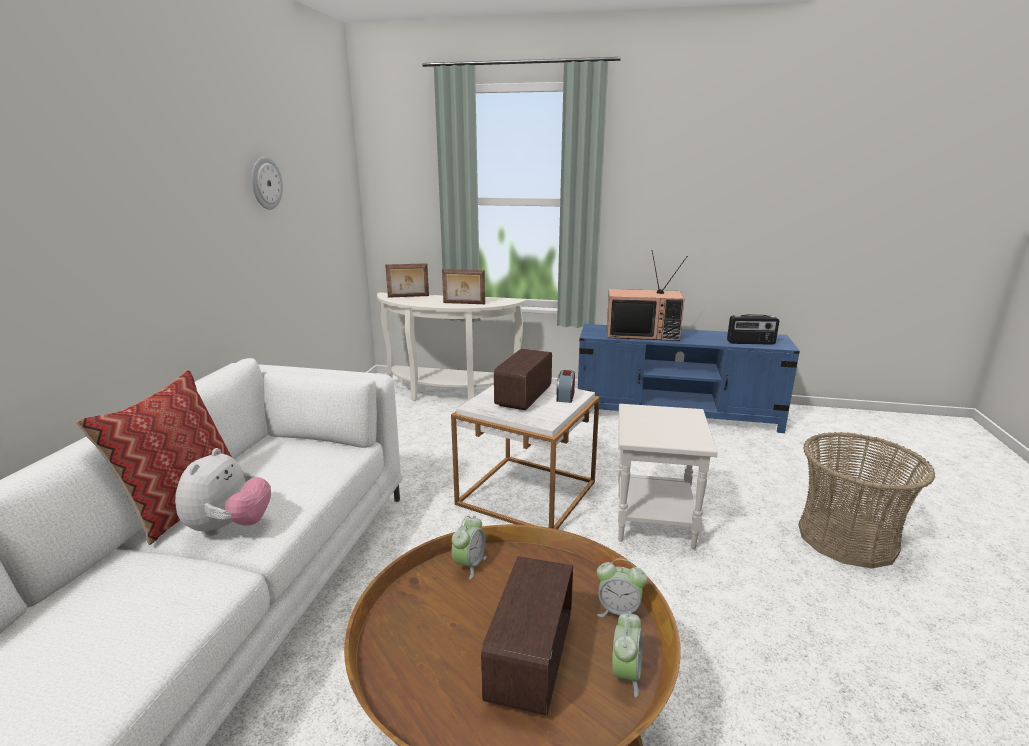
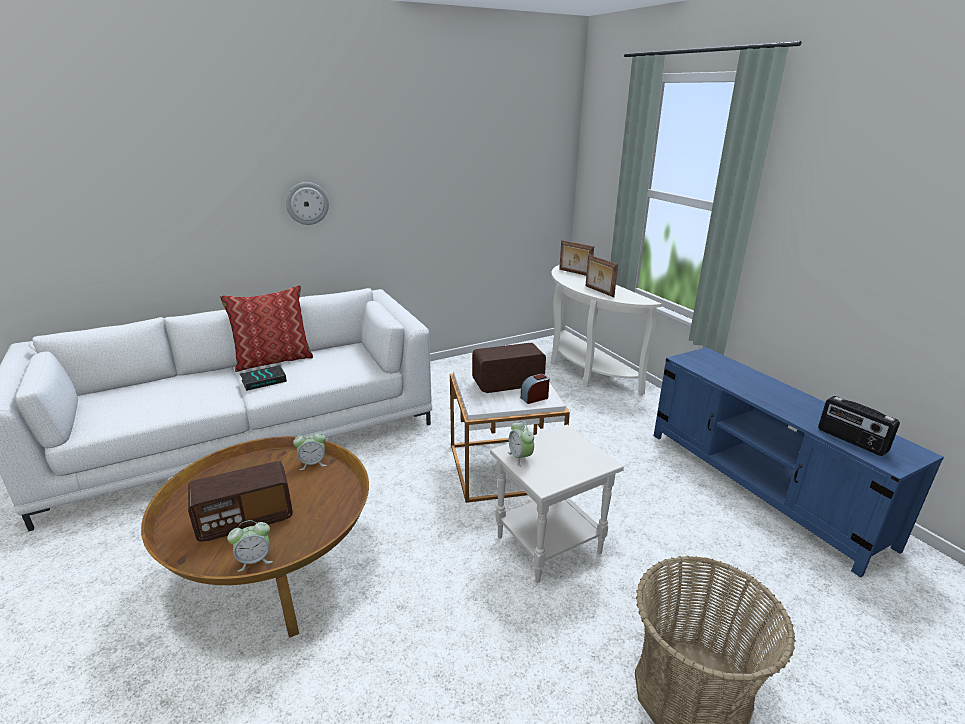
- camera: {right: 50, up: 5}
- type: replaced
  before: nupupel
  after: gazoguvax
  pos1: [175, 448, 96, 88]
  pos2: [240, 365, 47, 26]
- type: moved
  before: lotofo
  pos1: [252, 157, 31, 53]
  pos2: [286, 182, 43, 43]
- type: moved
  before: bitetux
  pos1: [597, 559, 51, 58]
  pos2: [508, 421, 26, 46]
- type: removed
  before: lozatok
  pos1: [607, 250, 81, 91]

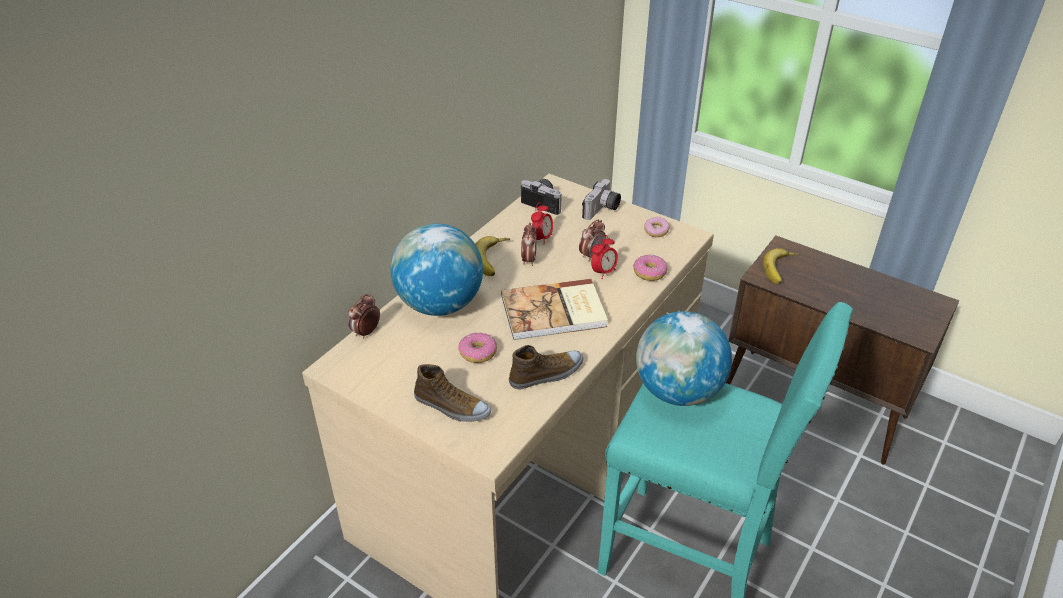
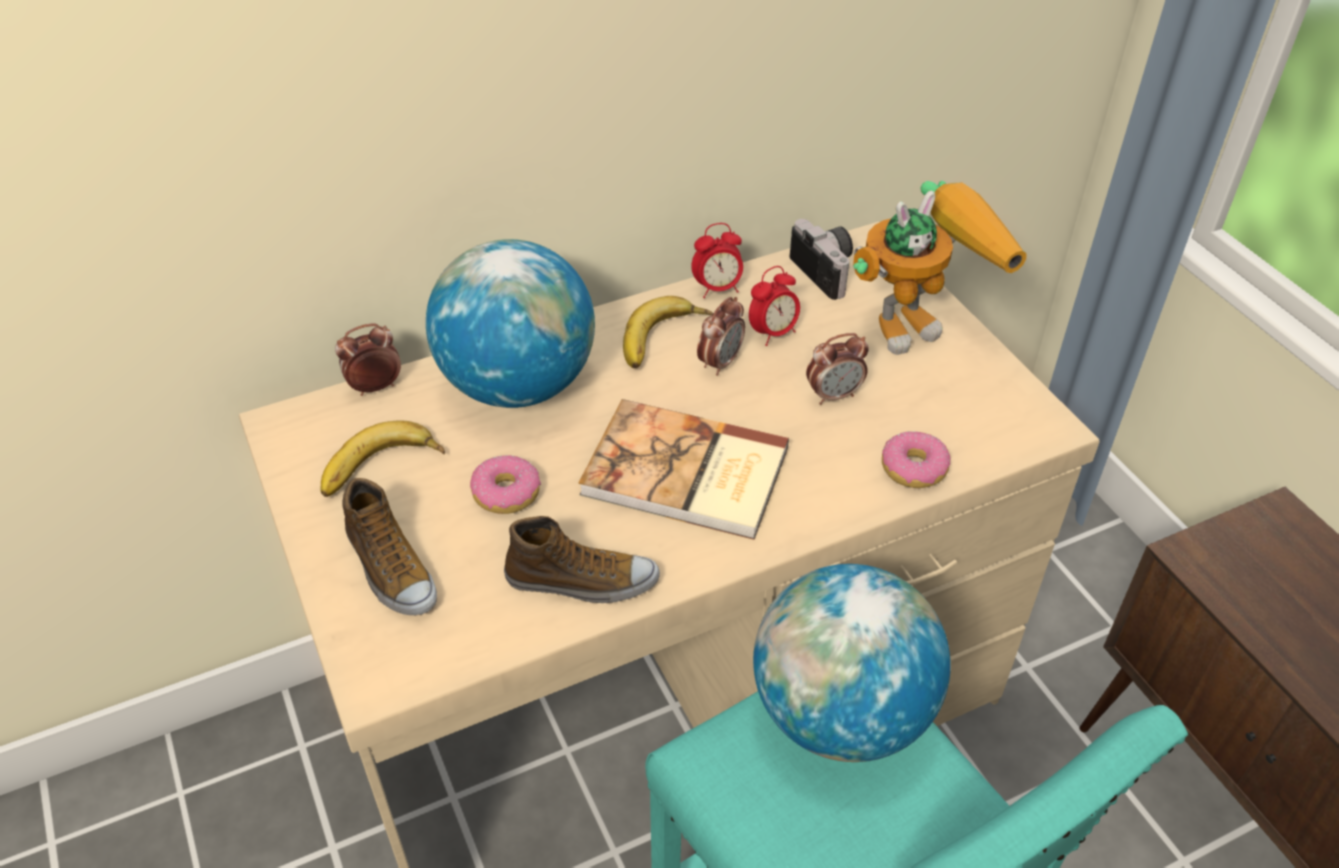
- camera: {right: 30, up: 5}
- type: moved
  before: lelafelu
  pos1: [763, 248, 36, 36]
  pos2: [321, 420, 124, 77]
- type: moved
  before: bitetux
  pos1: [591, 235, 27, 44]
  pos2: [691, 223, 52, 75]
- type: replaced
  before: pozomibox
  after: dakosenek
  pos1: [582, 179, 39, 41]
  pos2: [853, 181, 174, 174]
- type: removed
  before: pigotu
  pos1: [644, 217, 26, 20]

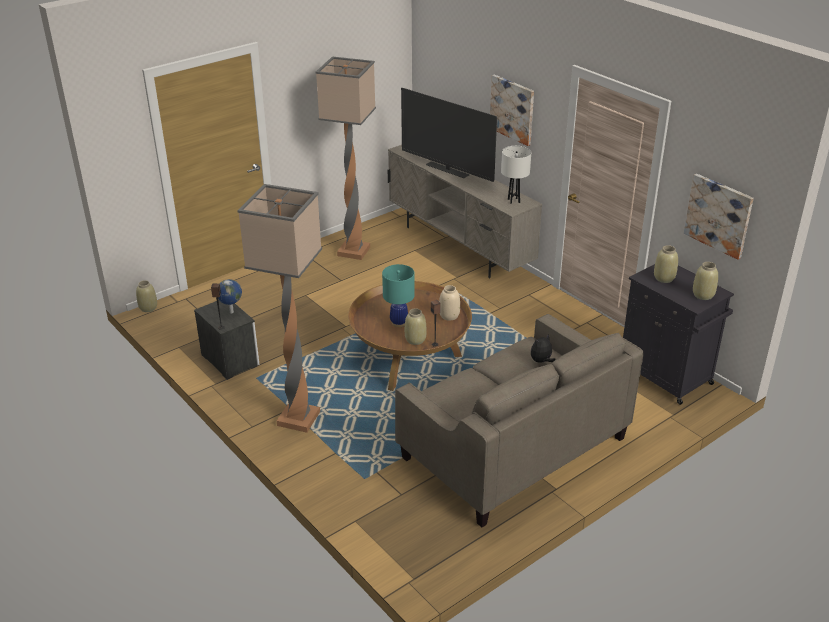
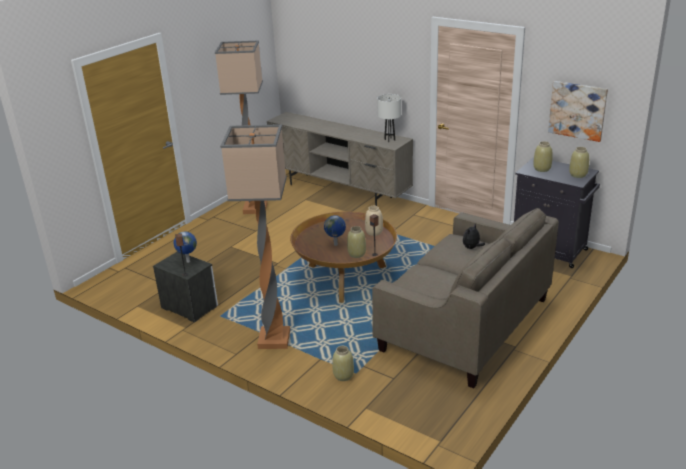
- camera: {right: -15, up: -5}
- type: replaced
  before: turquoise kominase
  after: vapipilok
  pos1: [382, 264, 33, 63]
  pos2: [324, 215, 22, 31]
- type: moved
  before: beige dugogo
  pos1: [136, 280, 21, 32]
  pos2: [332, 346, 22, 35]
- type: removed
  before: lozatok
  pos1: [401, 88, 96, 94]
- type: removed
  before: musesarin
  pos1: [490, 75, 44, 71]

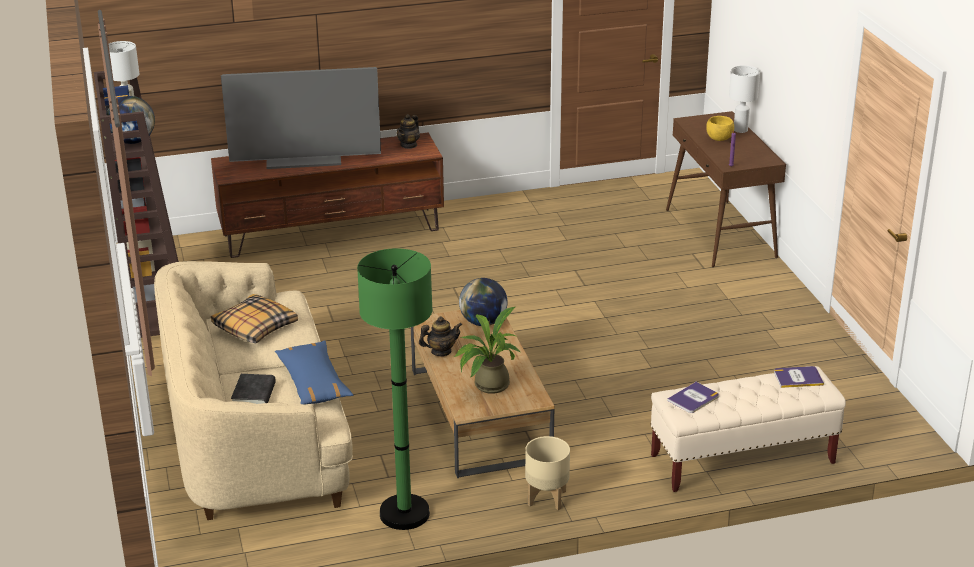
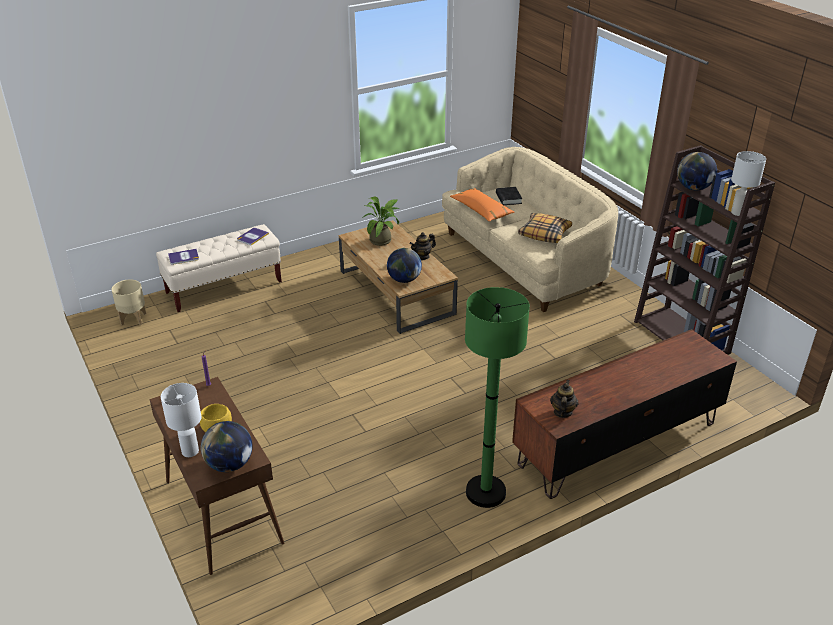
- camera: {right: 165, up: 5}
- type: moved
  before: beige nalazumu
  pos1: [525, 436, 45, 74]
  pos2: [111, 279, 35, 46]
- type: added
  after: vapipilok
  pos2: [201, 421, 52, 51]
- type: recoloured
  before: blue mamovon
  after: orange mamovon
  pos1: [275, 340, 79, 65]
  pos2: [450, 188, 65, 34]
- type: moved
  before: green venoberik
  pos1: [357, 248, 76, 282]
  pos2: [465, 287, 65, 221]
- type: removed
  before: lozatok
  pos1: [221, 67, 160, 102]

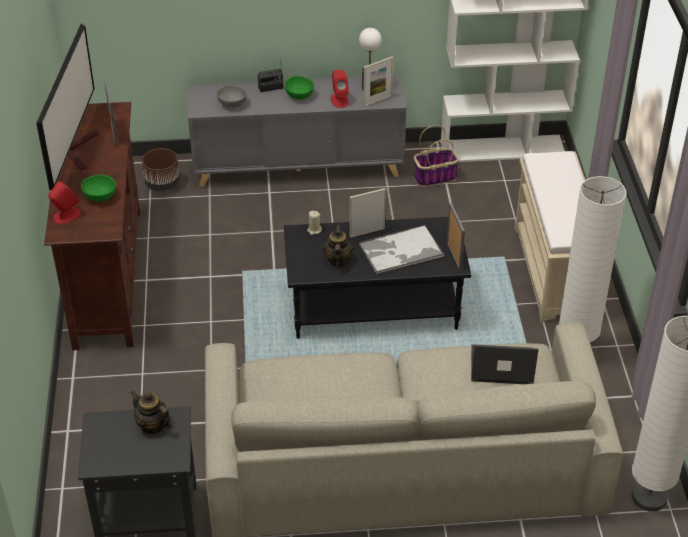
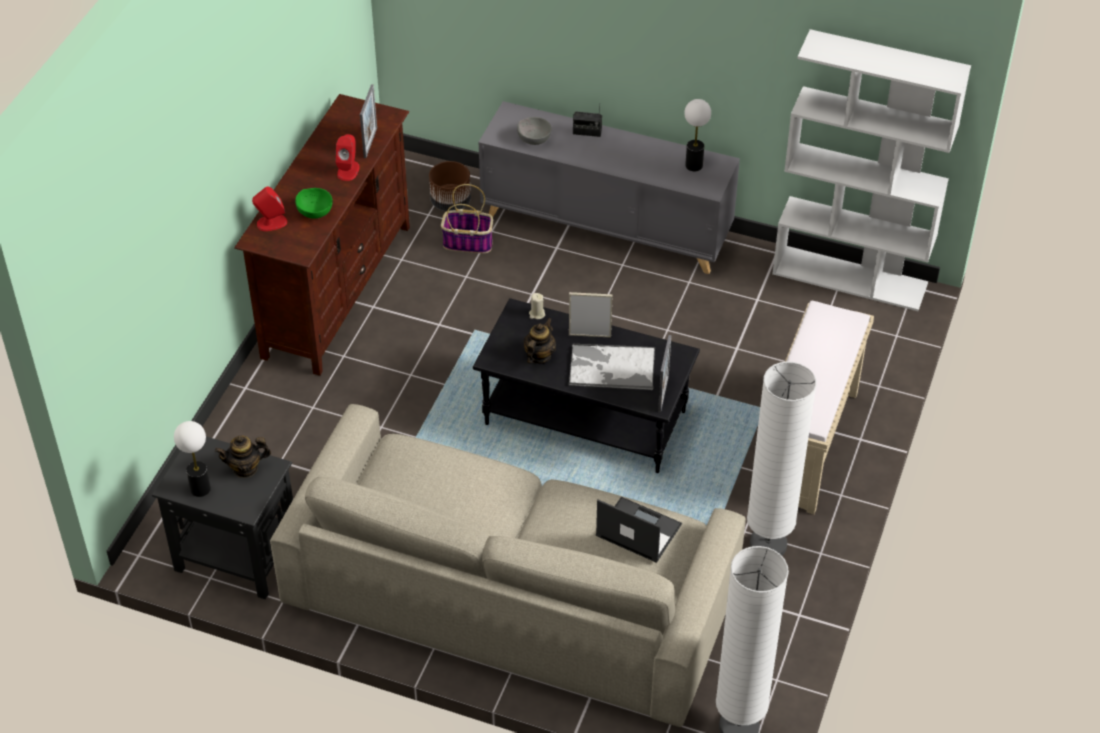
- camera: {right: 25, up: 5}
- type: added
  after: kominase
  pos2: [174, 421, 37, 76]
- type: turned
  before: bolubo
  pos1: [130, 391, 41, 44]
  pos2: [215, 436, 56, 42]
  turn: -75
- type: moved
  before: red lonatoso
  pos1: [331, 70, 18, 38]
  pos2: [336, 134, 24, 47]
- type: moved
  before: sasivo
  pos1: [414, 125, 45, 62]
  pos2: [441, 184, 52, 69]
- type: removed
  before: lozatok
  pos1: [36, 24, 62, 167]
- type: removed
  before: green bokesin
  pos1: [285, 76, 29, 24]
- type: removed
  before: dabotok
  pos1: [363, 57, 30, 50]

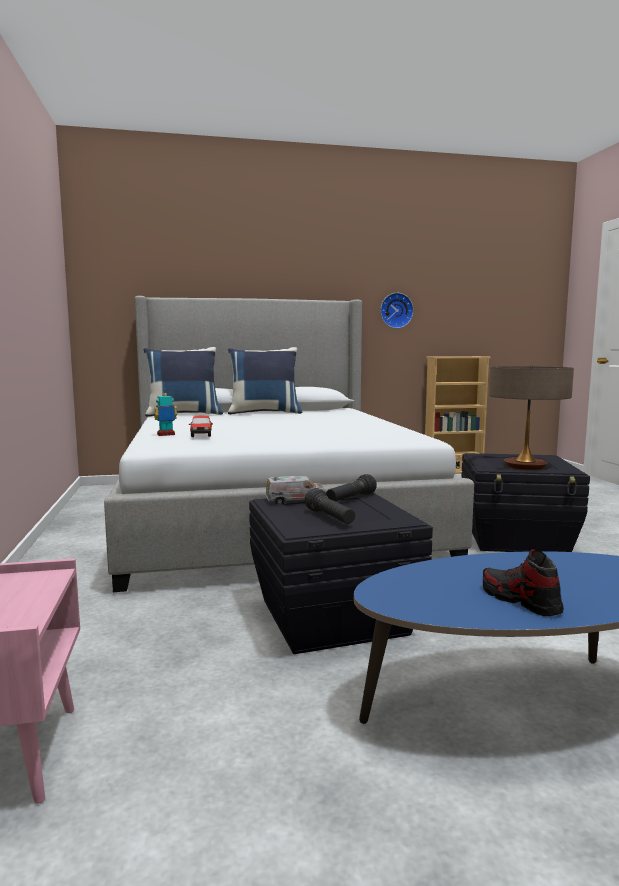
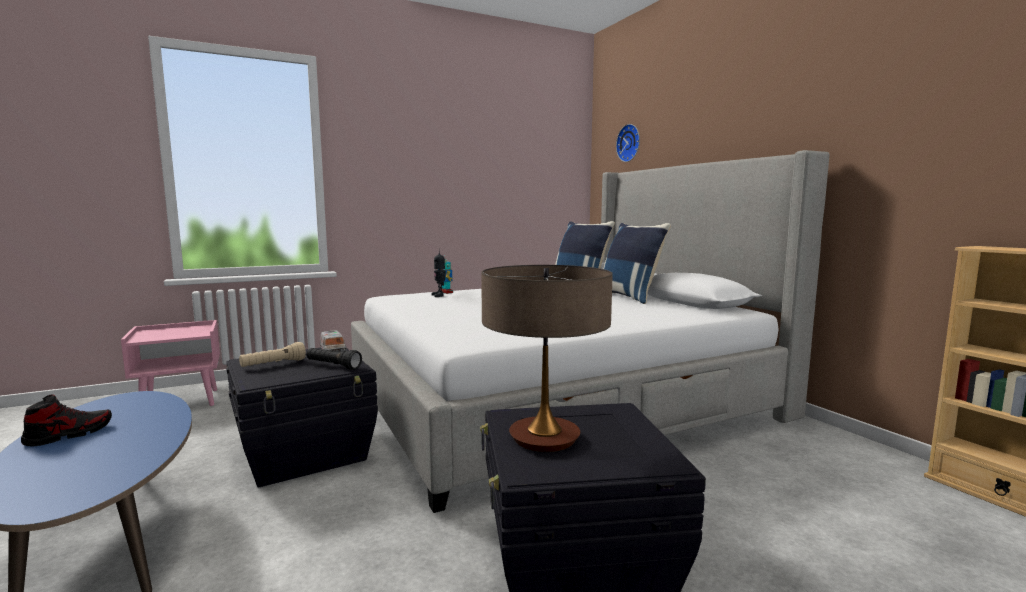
- camera: {right: 75, up: 0}
- type: recoloured
  before: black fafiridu
  after: beige fafiridu
  pos1: [305, 488, 50, 36]
  pos2: [239, 342, 67, 25]
- type: replaced
  before: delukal
  after: dakosenek
  pos1: [189, 415, 24, 22]
  pos2: [432, 253, 14, 44]
- type: moved
  before: lotofo
  pos1: [380, 293, 34, 35]
  pos2: [616, 124, 24, 38]

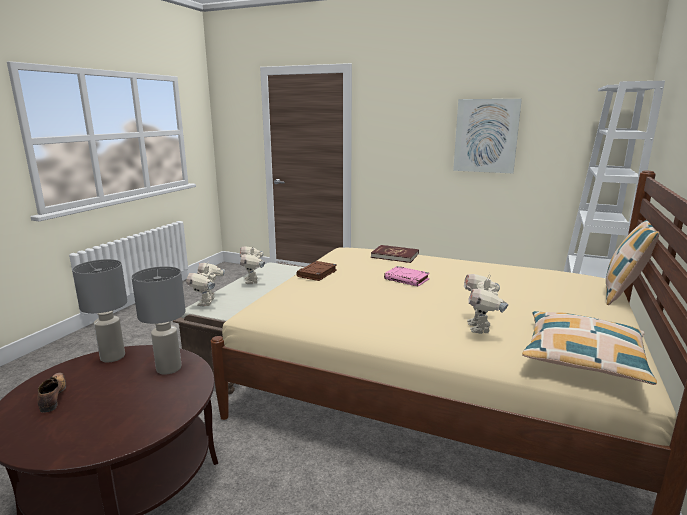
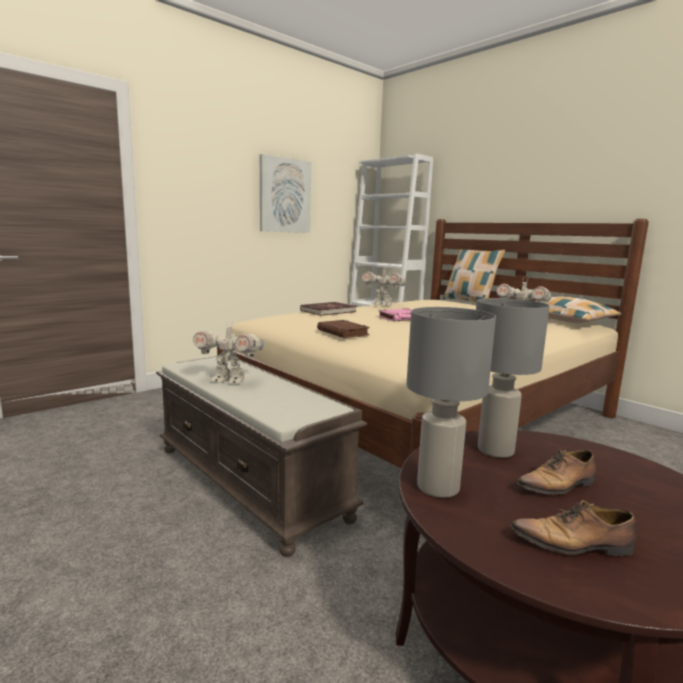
- camera: {right: -65, up: -5}
- type: moved
  before: dakosenek
  pos1: [186, 263, 39, 44]
  pos2: [362, 268, 44, 38]
- type: added
  after: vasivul
  pos2: [516, 449, 80, 46]

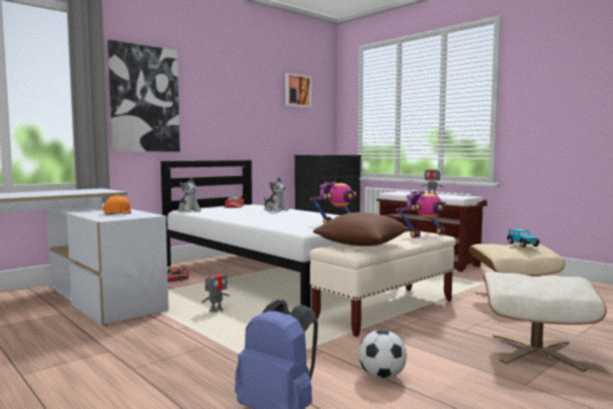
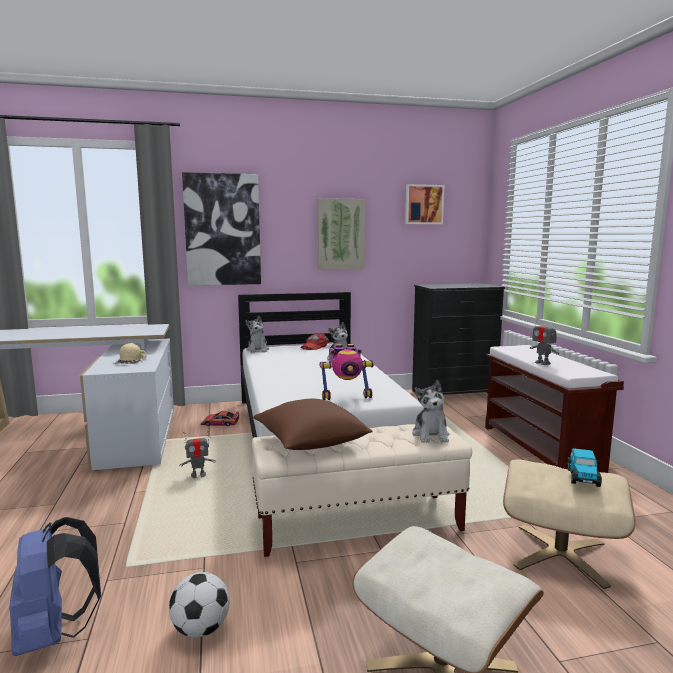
- camera: {right: 30, up: 5}
- type: recoloured
  before: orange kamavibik
  after: beige kamavibik
  pos1: [103, 195, 28, 20]
  pos2: [115, 343, 32, 21]
- type: added
  after: musesarin
  pos2: [318, 198, 47, 71]
- type: replaced
  before: dakosenek
  after: nupupel
  pos1: [396, 191, 50, 47]
  pos2: [412, 380, 37, 63]

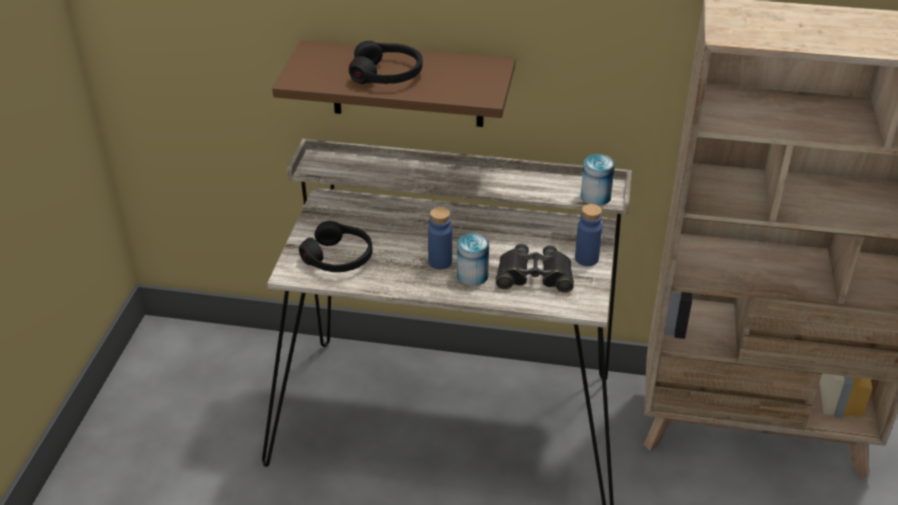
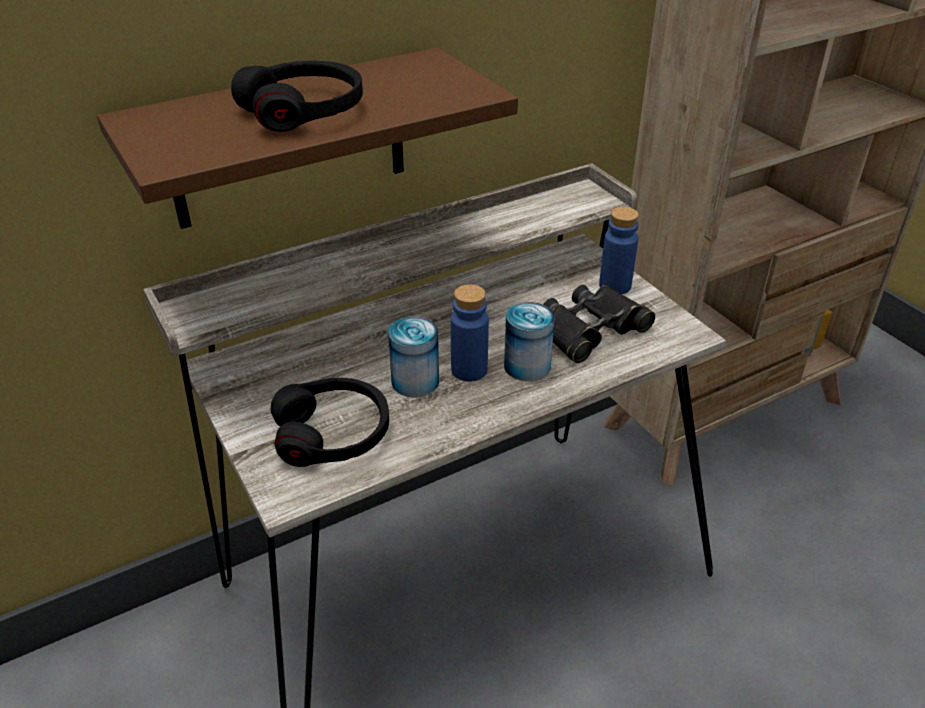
- camera: {right: -40, up: 0}
- type: moved
  before: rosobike
  pos1: [581, 154, 34, 52]
  pos2: [388, 316, 51, 81]

